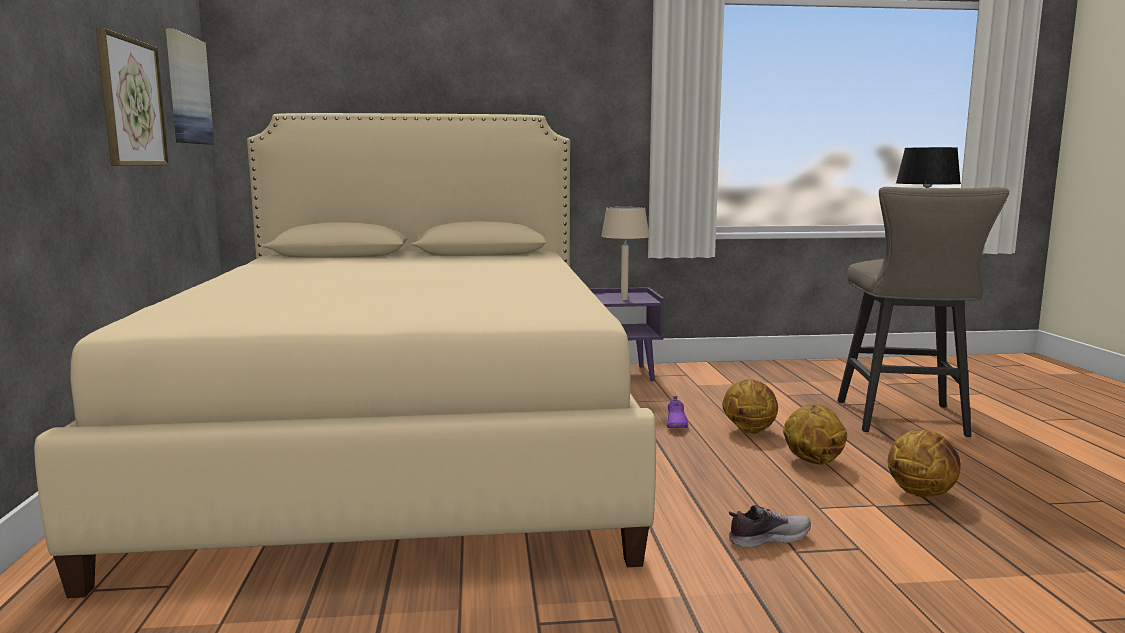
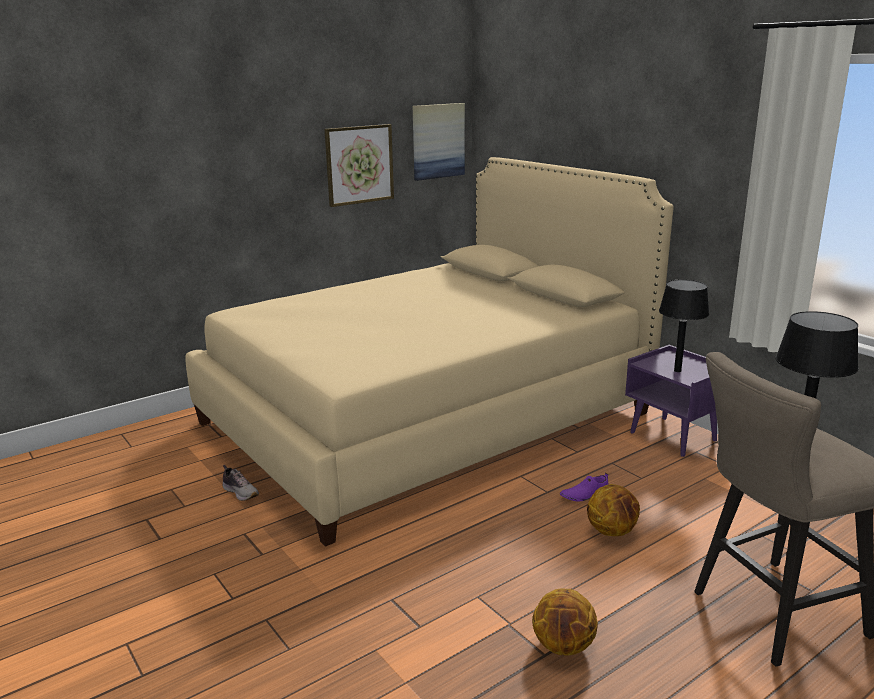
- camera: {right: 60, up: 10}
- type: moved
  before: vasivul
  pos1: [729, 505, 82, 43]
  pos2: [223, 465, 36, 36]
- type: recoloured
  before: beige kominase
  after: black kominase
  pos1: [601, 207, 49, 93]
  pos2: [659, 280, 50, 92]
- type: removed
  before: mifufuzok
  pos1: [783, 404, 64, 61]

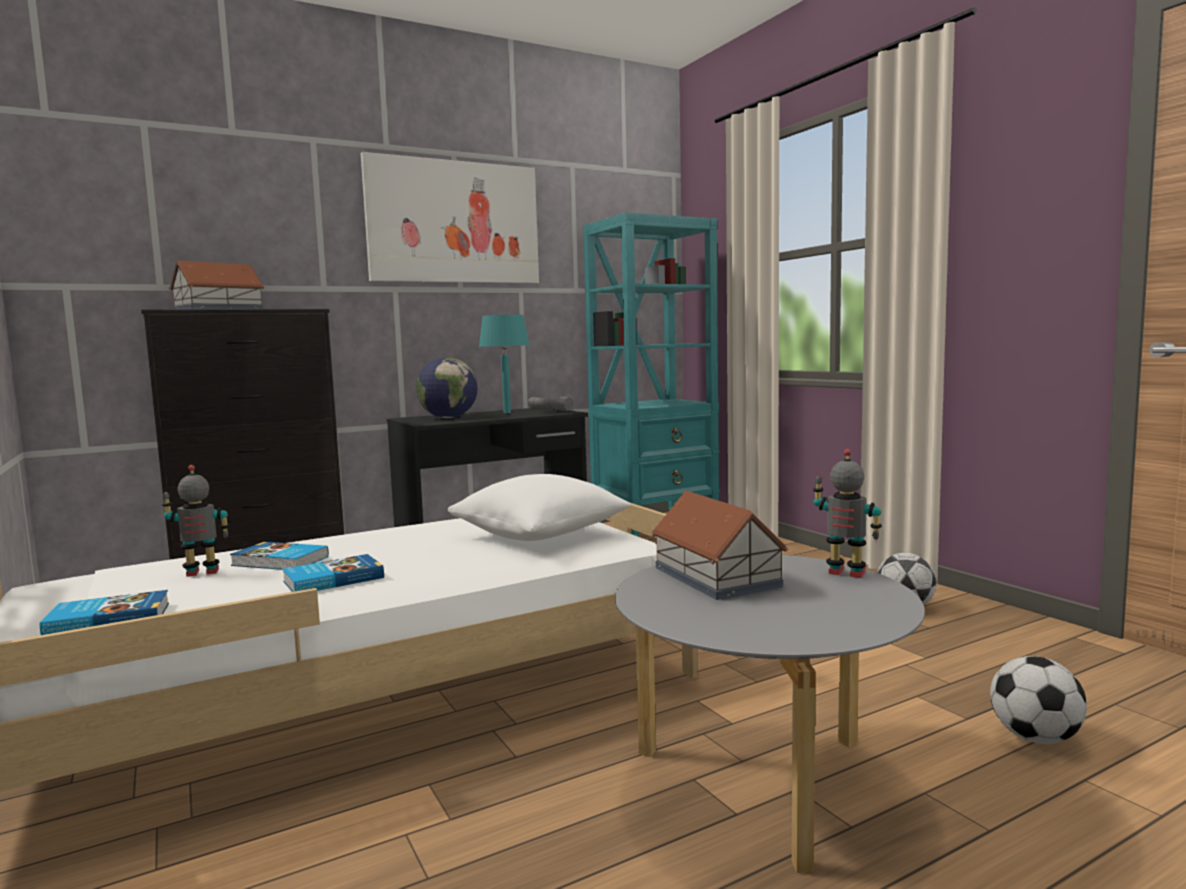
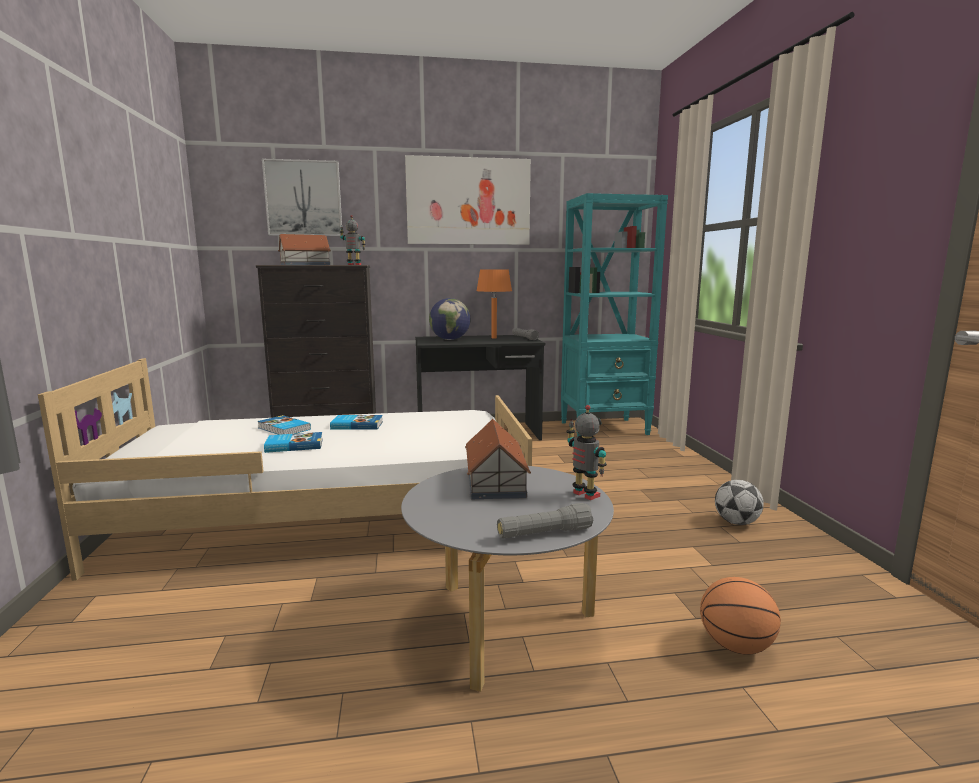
- camera: {right: 20, up: 5}
- type: added
  after: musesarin
  pos2: [262, 159, 80, 77]
- type: moved
  before: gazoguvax
  pos1: [40, 590, 129, 45]
  pos2: [330, 415, 53, 15]
- type: moved
  before: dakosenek
  pos1: [162, 465, 68, 112]
  pos2: [340, 215, 26, 50]
- type: recoloured
  before: turquoise kominase
  after: orange kominase
  pos1: [479, 315, 51, 98]
  pos2: [477, 269, 35, 69]
- type: added
  after: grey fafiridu
  pos2: [497, 503, 96, 36]
- type: replaced
  before: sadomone
  after: mifufuzok
  pos1: [990, 656, 97, 88]
  pos2: [700, 577, 81, 78]
- type: removed
  before: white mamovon
  pos1: [448, 474, 183, 67]

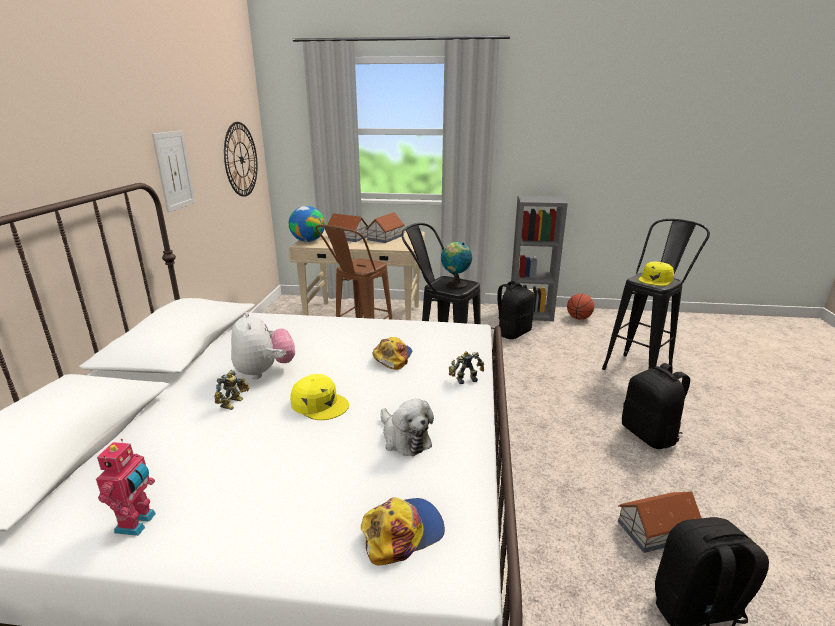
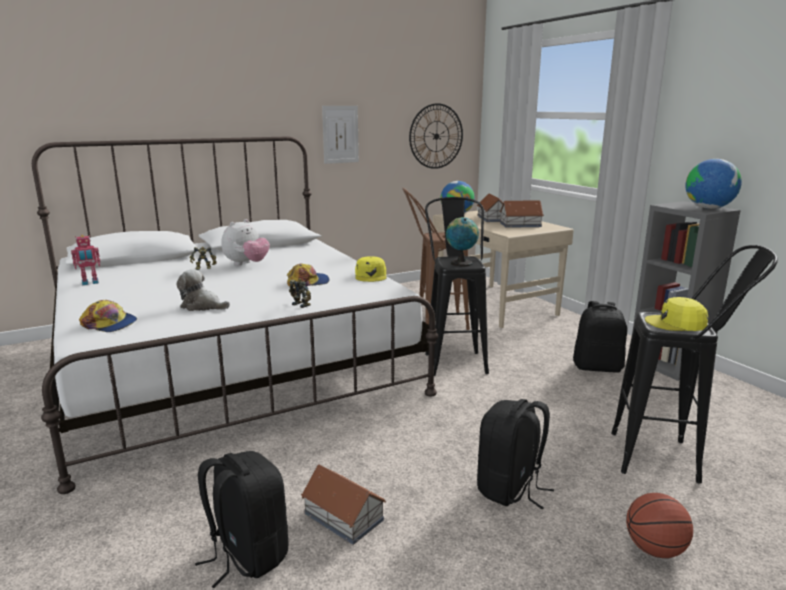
- camera: {right: 55, up: -5}
- type: turned
  before: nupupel
  pos1: [381, 399, 53, 57]
  pos2: [177, 269, 53, 42]
  turn: 90
- type: moved
  before: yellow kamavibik
  pos1: [290, 374, 59, 46]
  pos2: [355, 256, 32, 26]
- type: moved
  before: mifufuzok
  pos1: [567, 294, 27, 26]
  pos2: [626, 493, 67, 65]
- type: added
  after: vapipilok
  pos2: [686, 159, 56, 50]

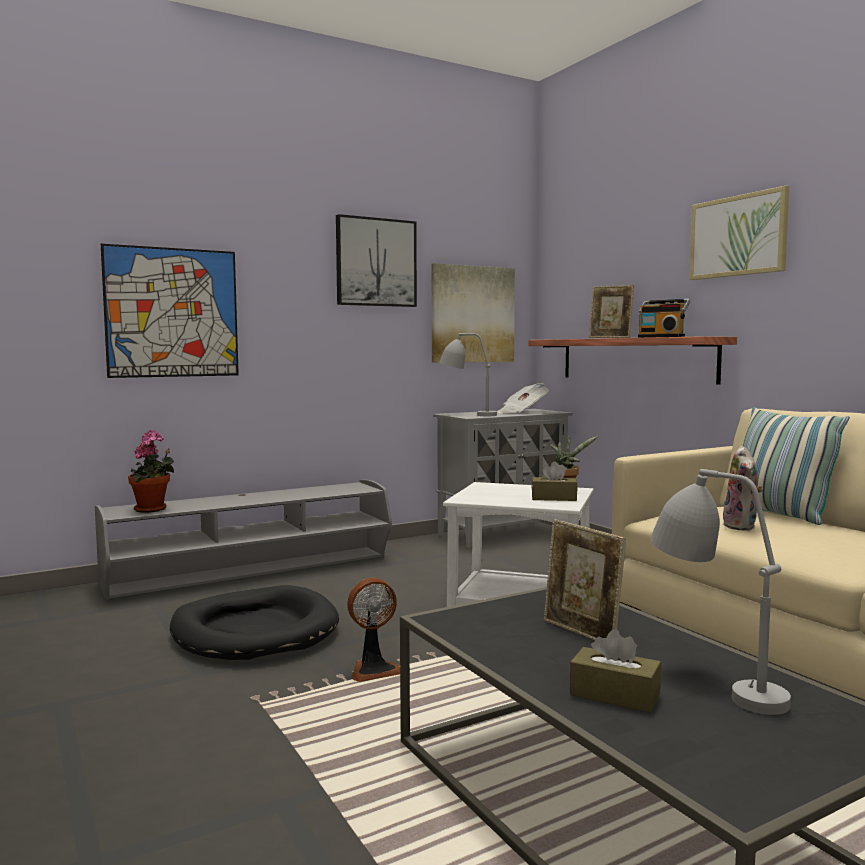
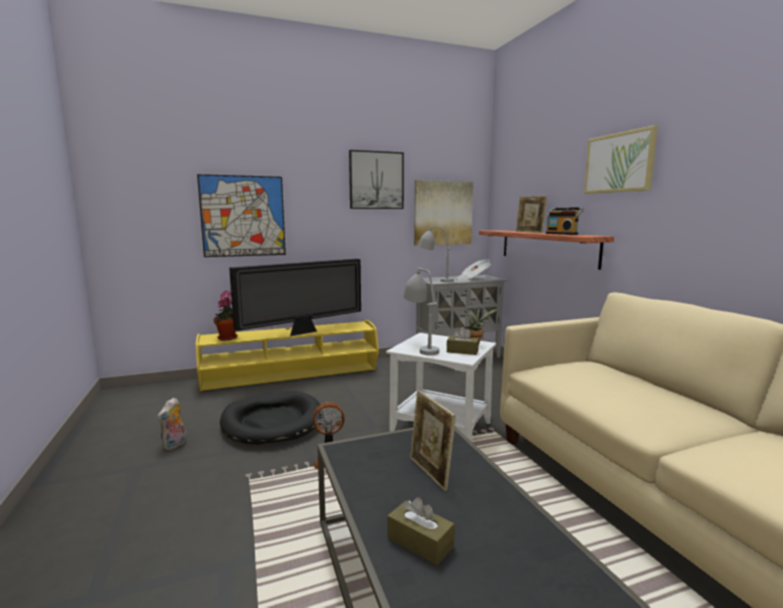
- camera: {right: 10, up: 5}
- type: moved
  before: nupupel
  pos1: [723, 446, 40, 85]
  pos2: [157, 397, 29, 53]
- type: recoloured
  before: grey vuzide
  after: yellow vuzide
  pos1: [95, 480, 297, 120]
  pos2: [196, 320, 183, 71]
- type: added
  after: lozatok
  pos2: [229, 259, 132, 77]
- type: moved
  before: grey kominase
  pos1: [650, 469, 141, 246]
  pos2: [403, 268, 36, 87]
- type: removed
  before: mamovon
  pos1: [724, 407, 126, 118]

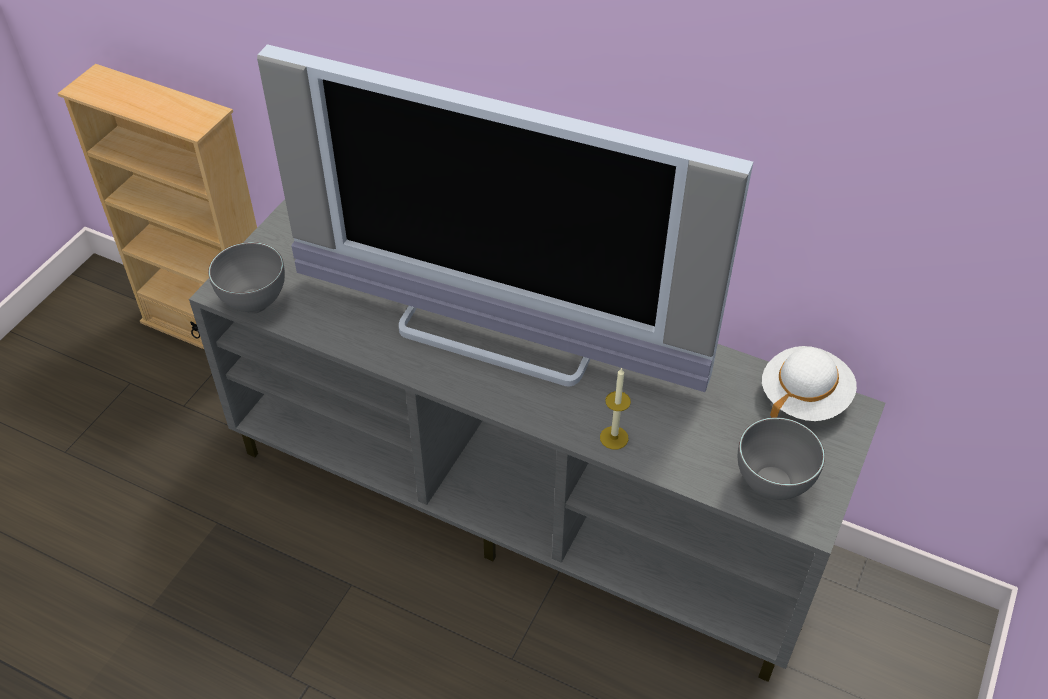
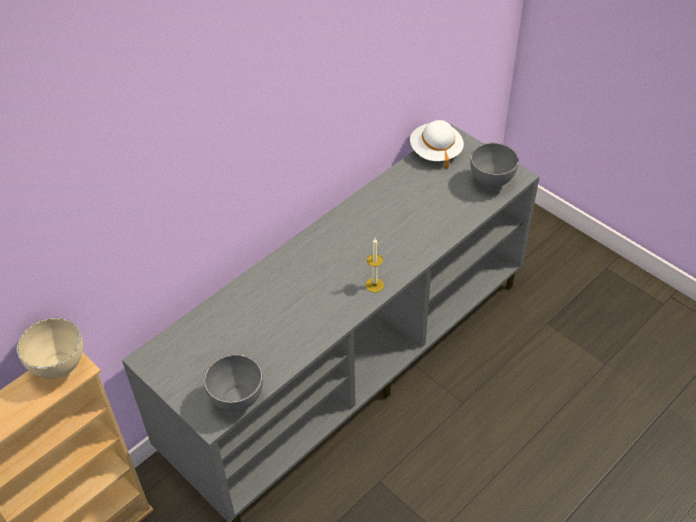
- camera: {right: -70, up: 0}
- type: added
  after: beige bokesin
  pos2: [17, 318, 66, 61]
- type: moved
  before: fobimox
  pos1: [600, 367, 31, 82]
  pos2: [365, 238, 19, 54]
- type: removed
  before: lozatok
  pos1: [257, 44, 496, 348]

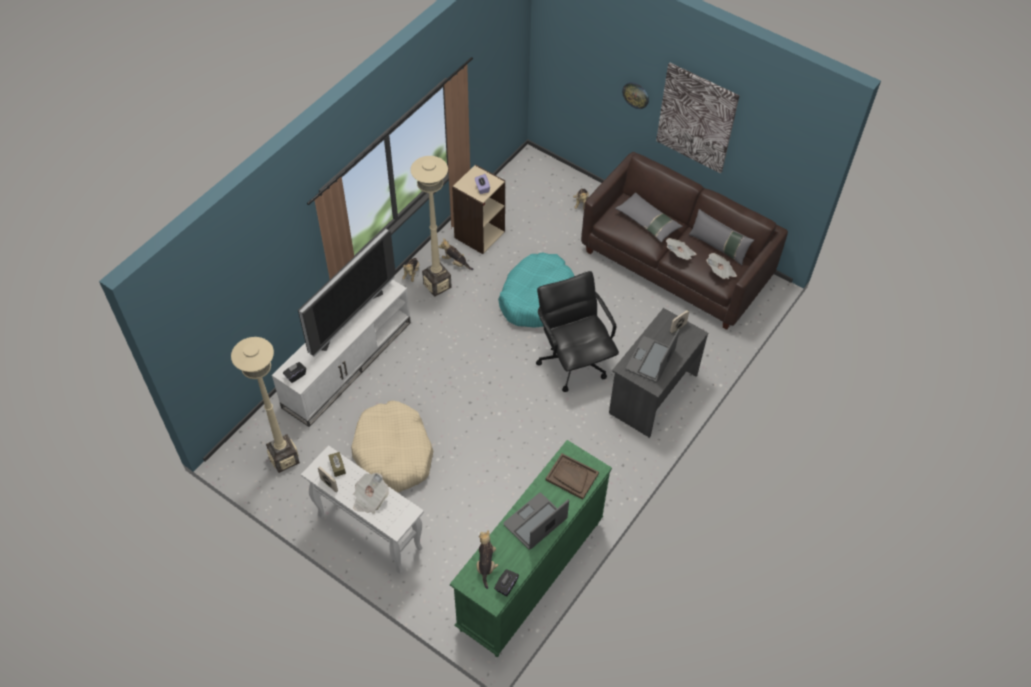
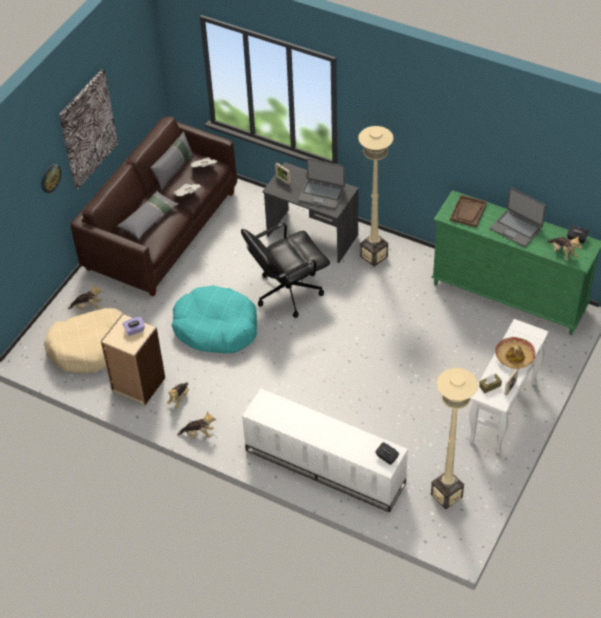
- camera: {right: -95, up: -5}
- type: moved
  before: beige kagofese
  pos1: [351, 400, 82, 92]
  pos2: [44, 308, 79, 65]
- type: moved
  before: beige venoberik
  pos1: [411, 156, 41, 141]
  pos2: [358, 126, 35, 141]
- type: replaced
  before: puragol
  after: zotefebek
  pos1: [353, 473, 36, 41]
  pos2: [495, 337, 40, 32]
- type: turned
  before: nupupel
  pos1: [477, 530, 21, 59]
  pos2: [547, 236, 35, 25]
  turn: -120
- type: removed
  before: lozatok
  pos1: [298, 227, 98, 129]

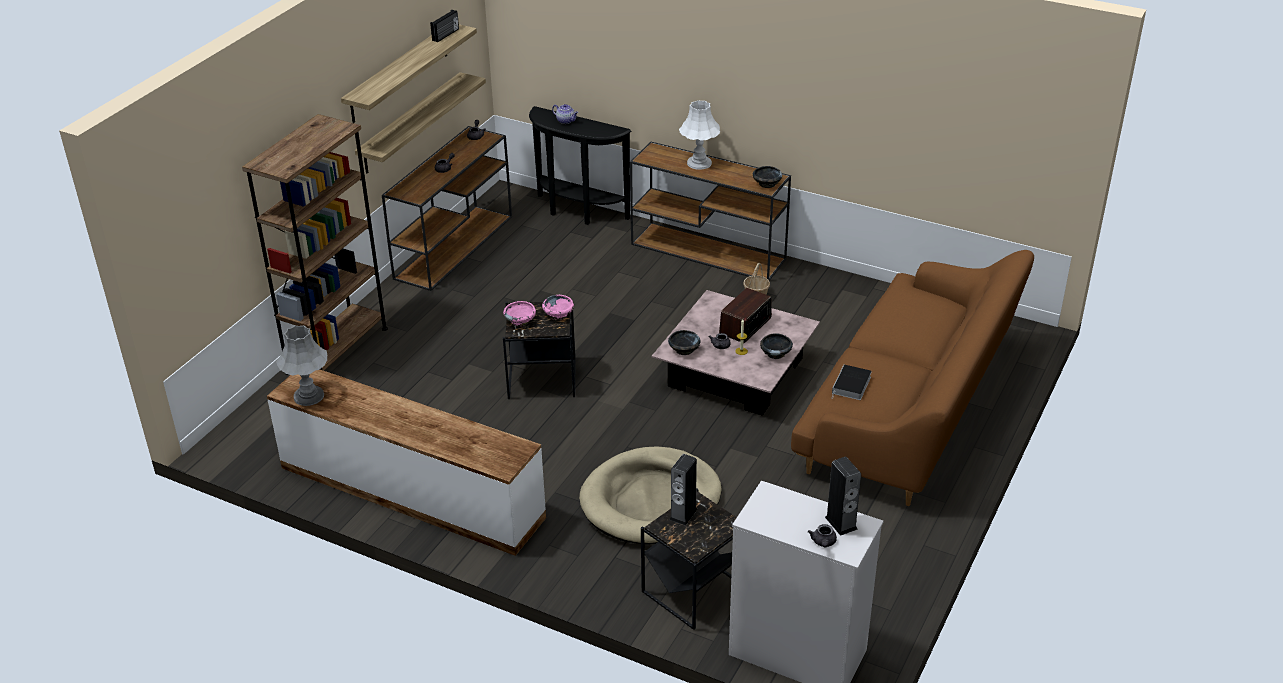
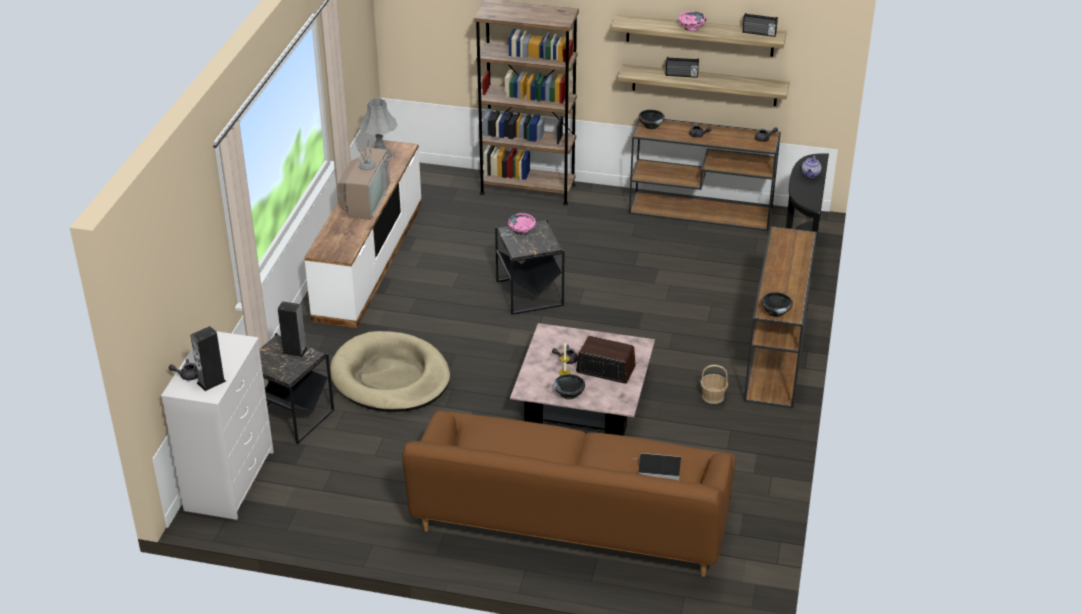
- camera: {right: 75, up: 0}
- type: added
  after: lozatok
  pos2: [338, 125, 52, 95]
- type: moved
  before: gazoguvax
  pos1: [831, 365, 41, 35]
  pos2: [632, 453, 49, 27]
- type: moved
  before: black bokesin
  pos1: [668, 330, 33, 25]
  pos2: [638, 110, 27, 20]
- type: added
  after: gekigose
  pos2: [666, 57, 33, 21]
- type: moved
  before: pink bokesin
  pos1: [542, 295, 32, 25]
  pos2: [679, 11, 27, 20]
- type: removed
  before: white kominase
  pos1: [679, 100, 41, 70]

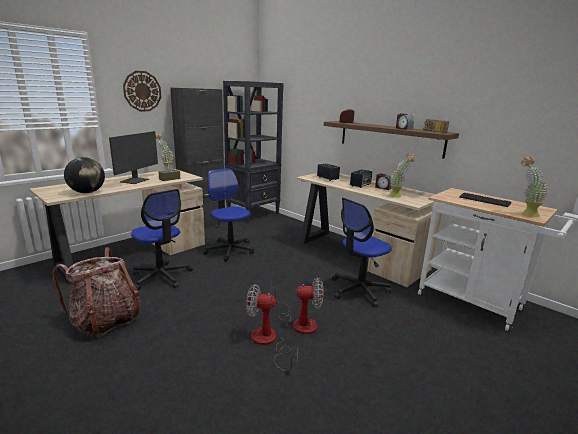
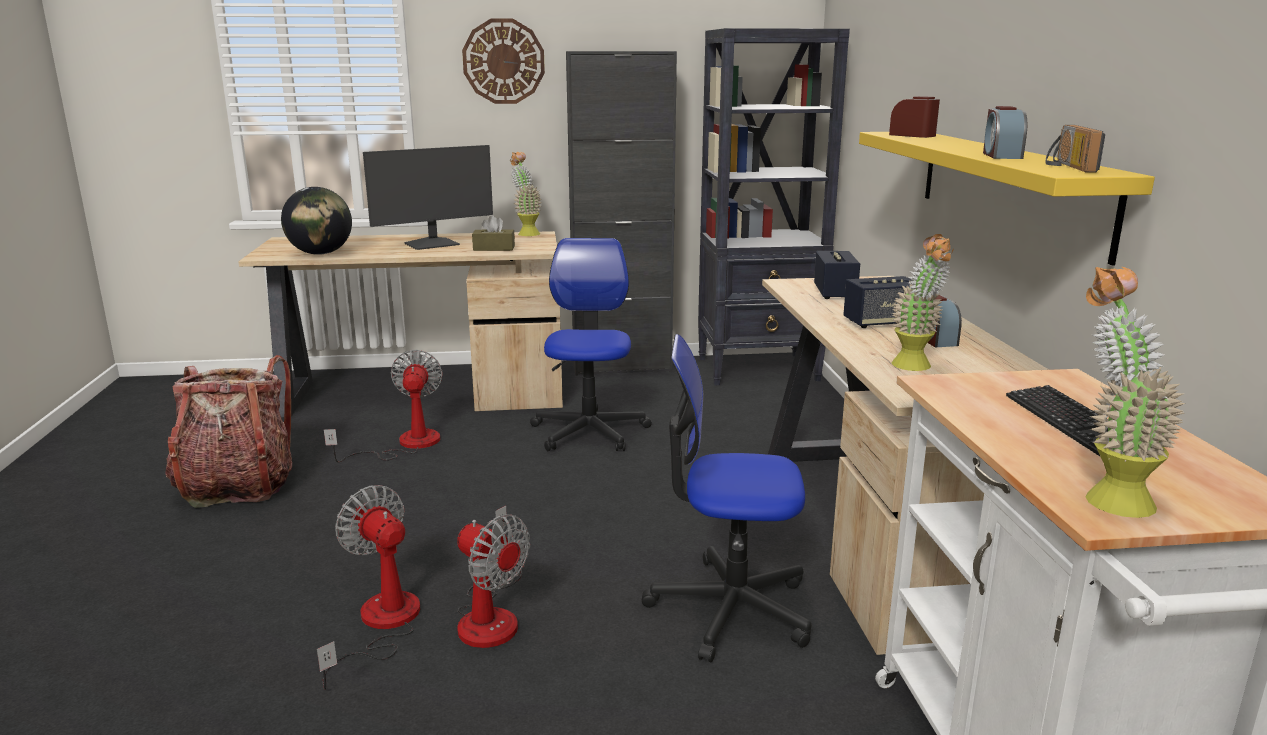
- camera: {right: 40, up: 0}
- type: replaced
  before: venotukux
  after: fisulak
  pos1: [131, 189, 62, 101]
  pos2: [324, 350, 119, 113]
- type: recoloured
  before: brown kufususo
  after: yellow kufususo
  pos1: [324, 121, 135, 38]
  pos2: [859, 132, 296, 133]

